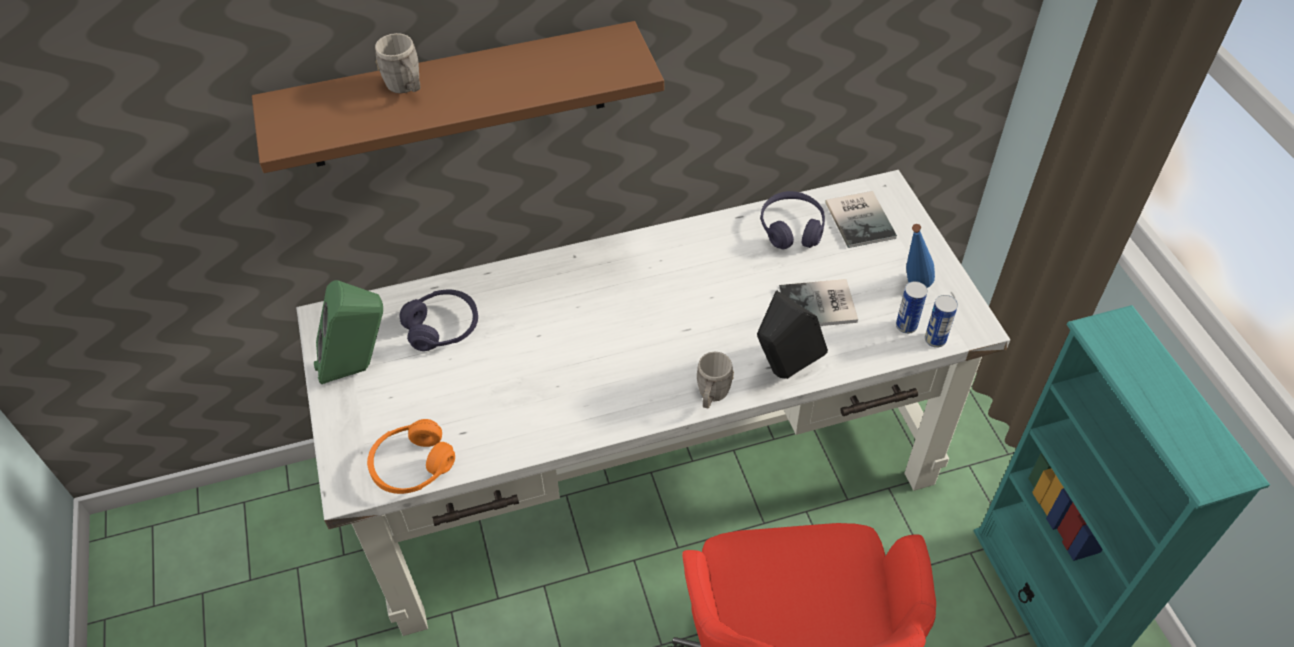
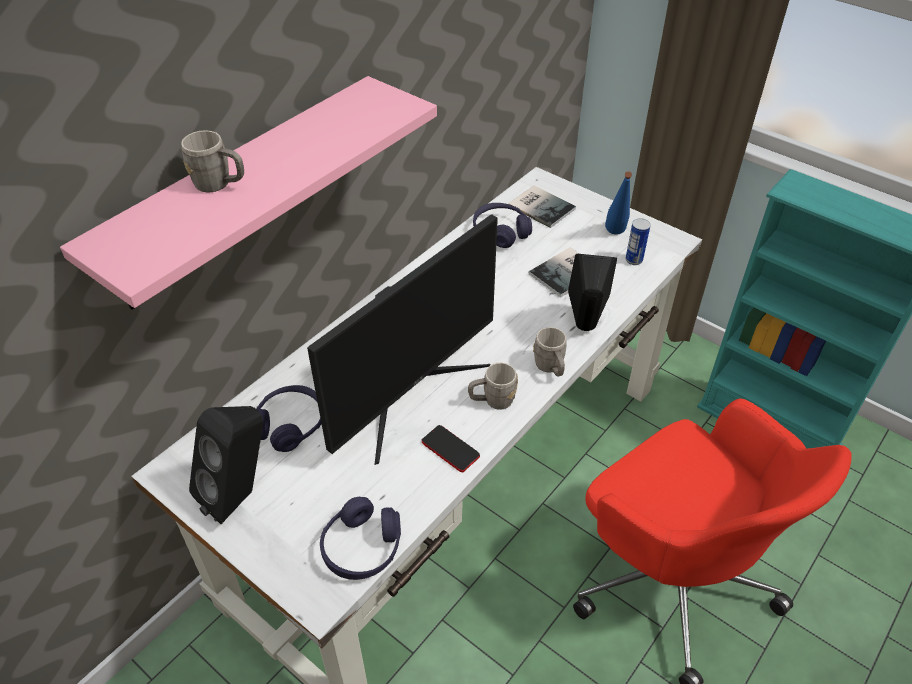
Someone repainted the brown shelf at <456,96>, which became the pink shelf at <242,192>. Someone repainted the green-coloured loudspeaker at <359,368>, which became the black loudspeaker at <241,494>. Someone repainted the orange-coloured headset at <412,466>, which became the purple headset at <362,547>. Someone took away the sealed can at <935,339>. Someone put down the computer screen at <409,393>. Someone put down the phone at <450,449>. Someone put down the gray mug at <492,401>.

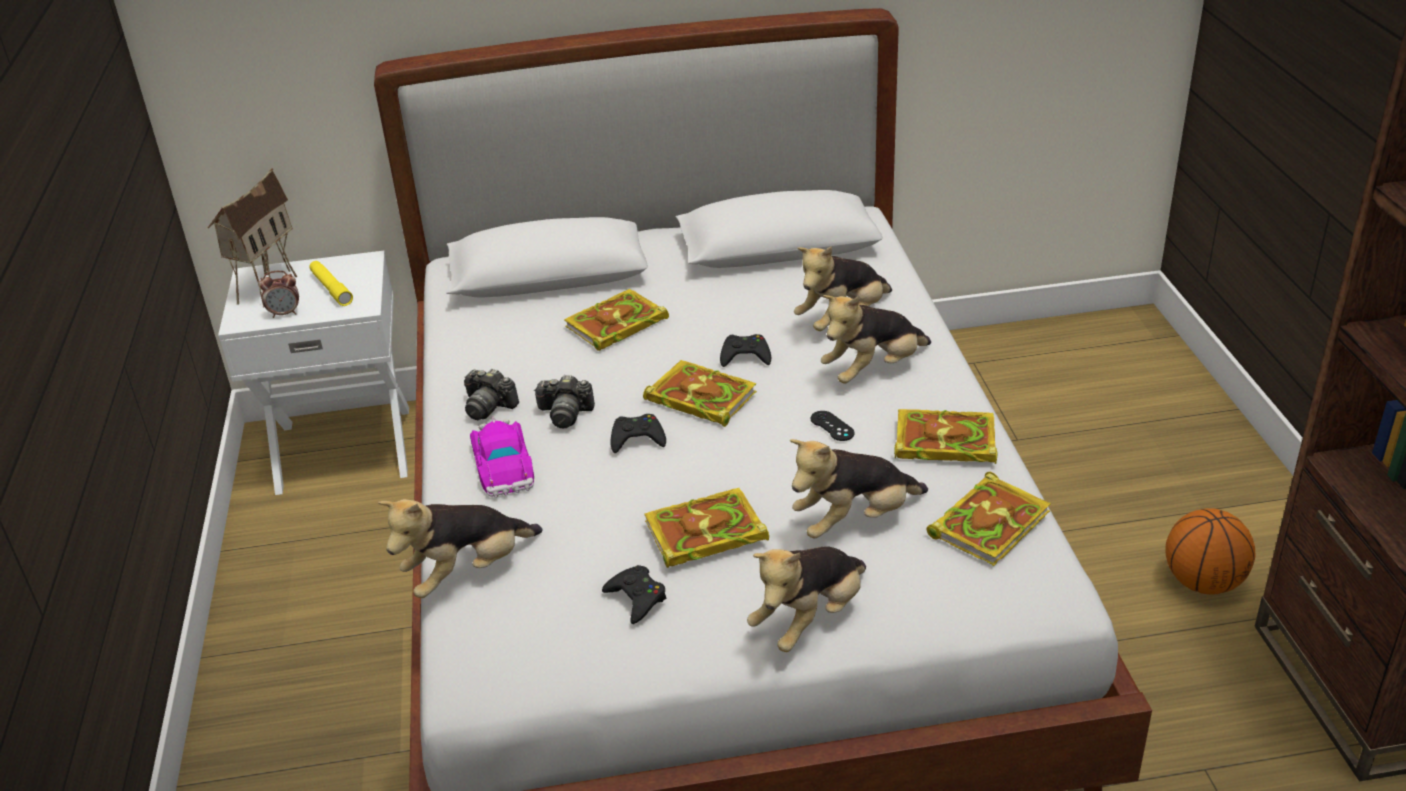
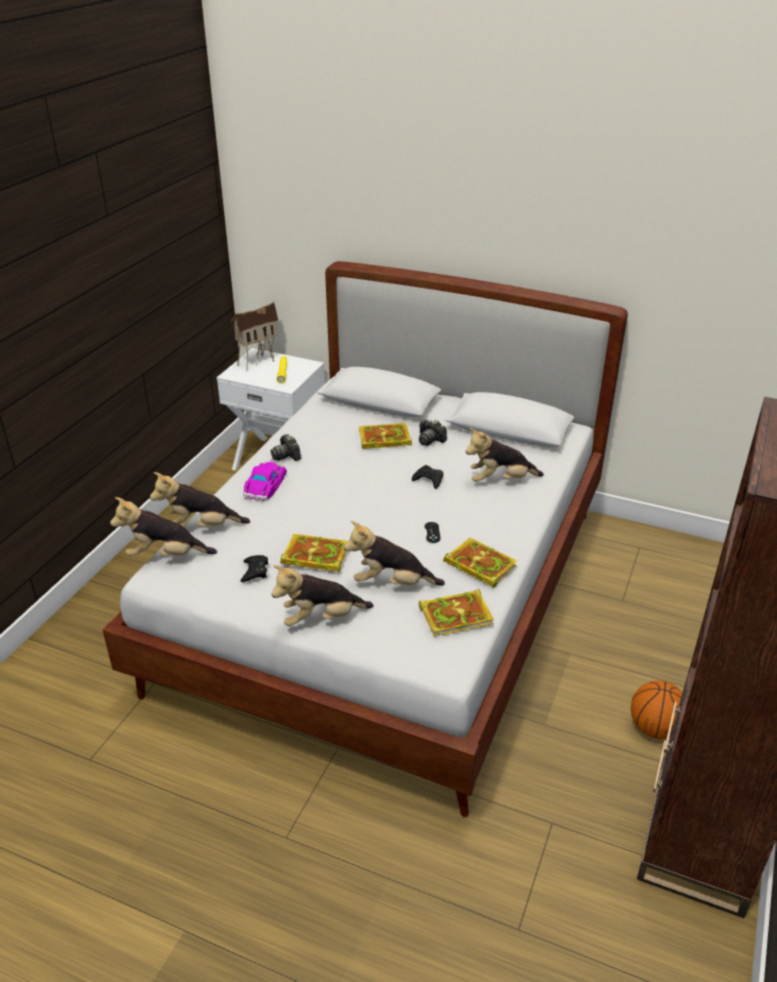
Someone took away the table clock at <285,313>. Someone carried the still camera from <565,414> to <430,439>. Someone took away the black gamepad at <637,438>. Someone took away the volume at <698,397>. Someone carried the soft toy from <873,370> to <166,555>.

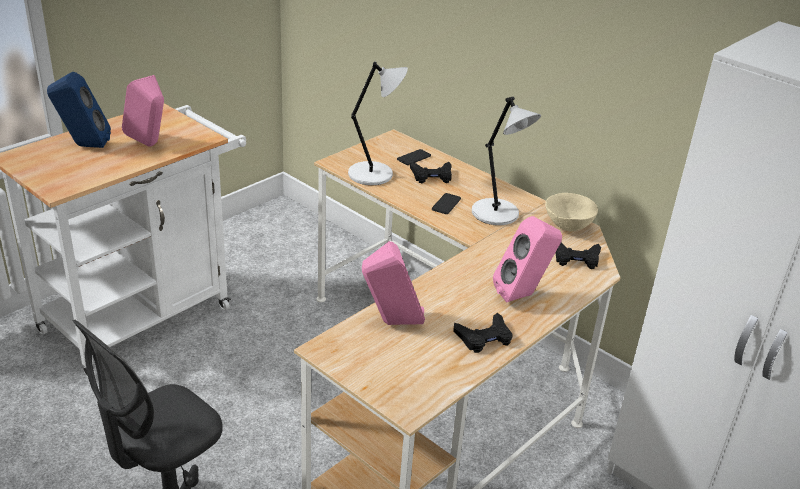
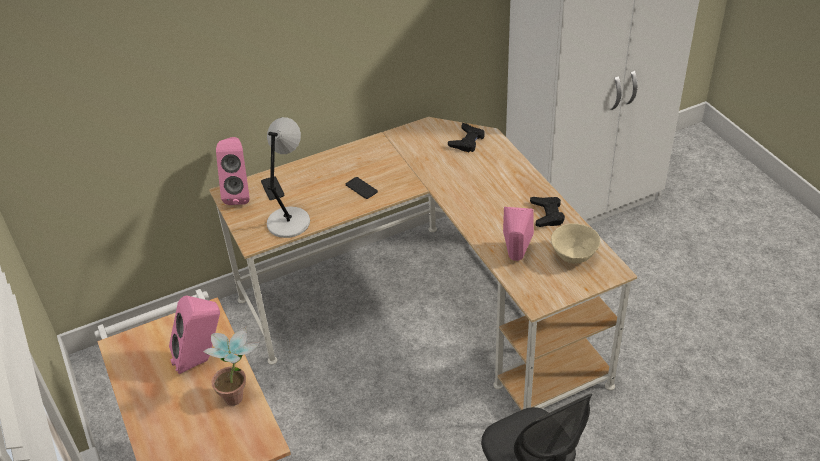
Someone took away the blue loudspeaker at <83,146>. Someone took away the black gamepad at <432,176>. Someone took away the gray table lamp at <497,214>. Someone carried the pink loudspeaker from <523,295> to <239,194>. Someone carried the beige serving bowl from <567,227> to <574,257>. Someone put down the plant in a pot at <240,395>.

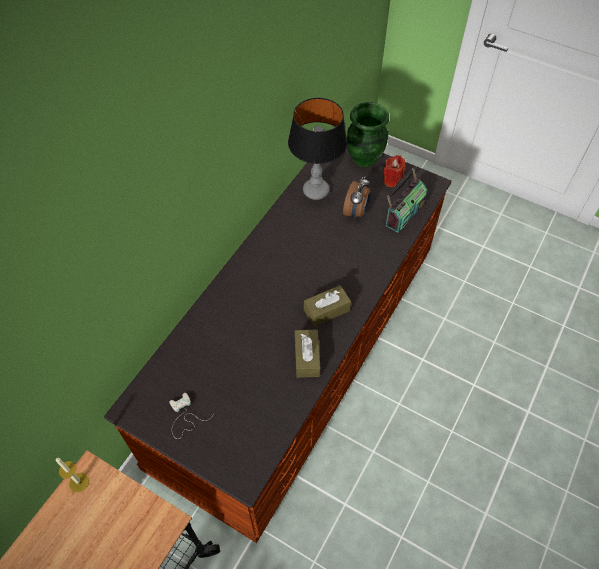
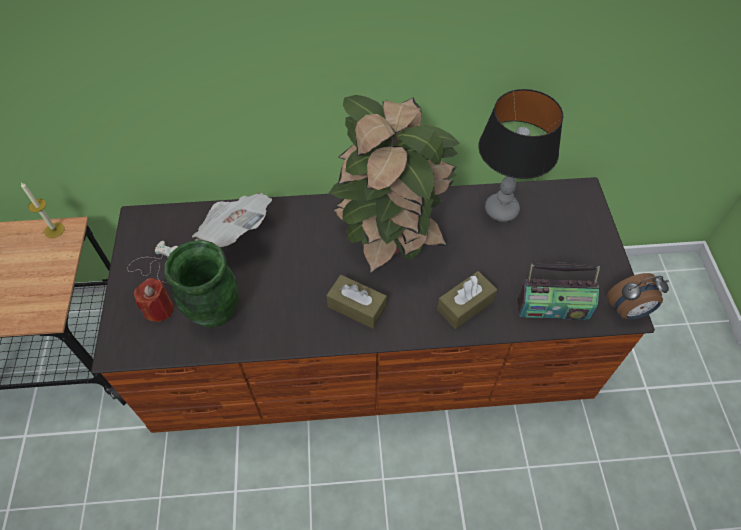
Someone carried the brown box of tissues from <307,357> to <465,305>. Someone carried the table clock from <356,212> to <628,311>. Someone carried the green-coloured vase from <364,158> to <214,311>. Someone carried the reddish candle from <392,180> to <159,309>. Someone put down the printed paper at <235,231>. Someone put down the plant in a pot at <390,236>.

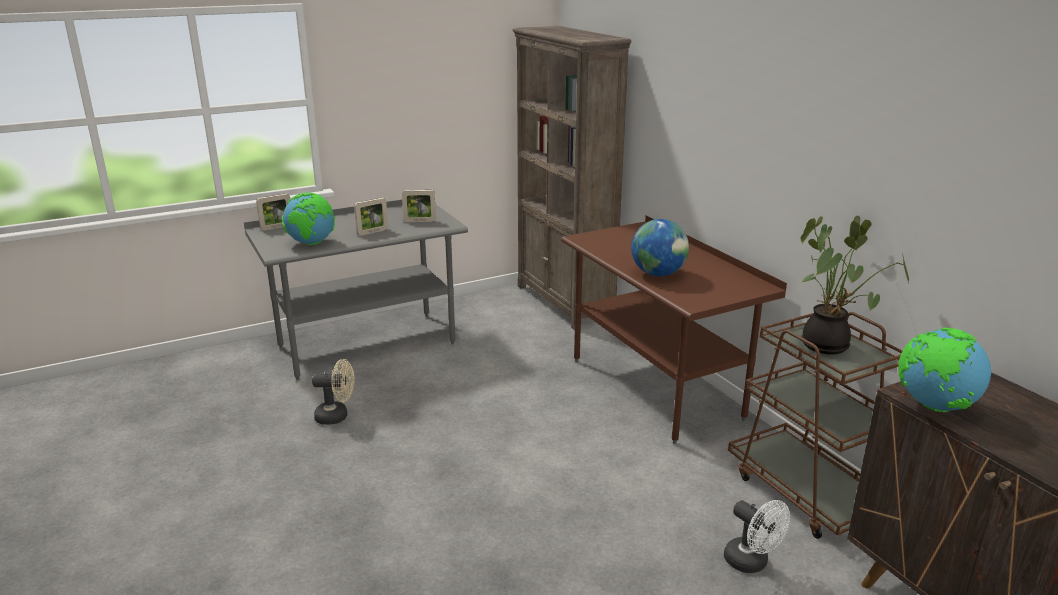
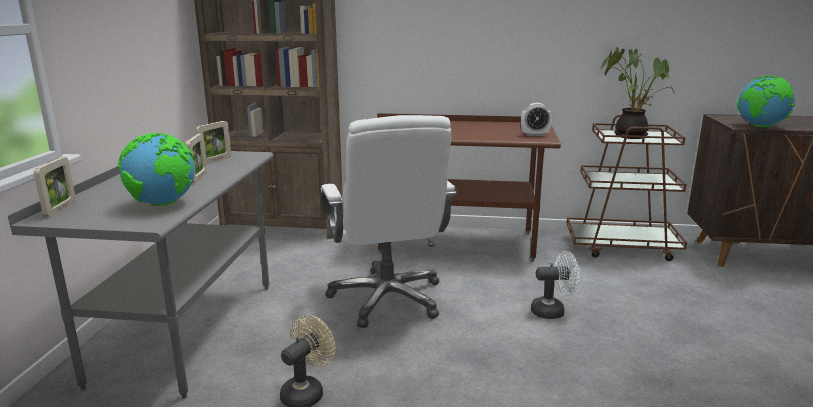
Someone took away the world globe at <658,274>. Someone carried the white fan from <751,563> to <553,311>. Someone put down the white office chair at <387,299>. Someone put down the table clock at <535,135>.

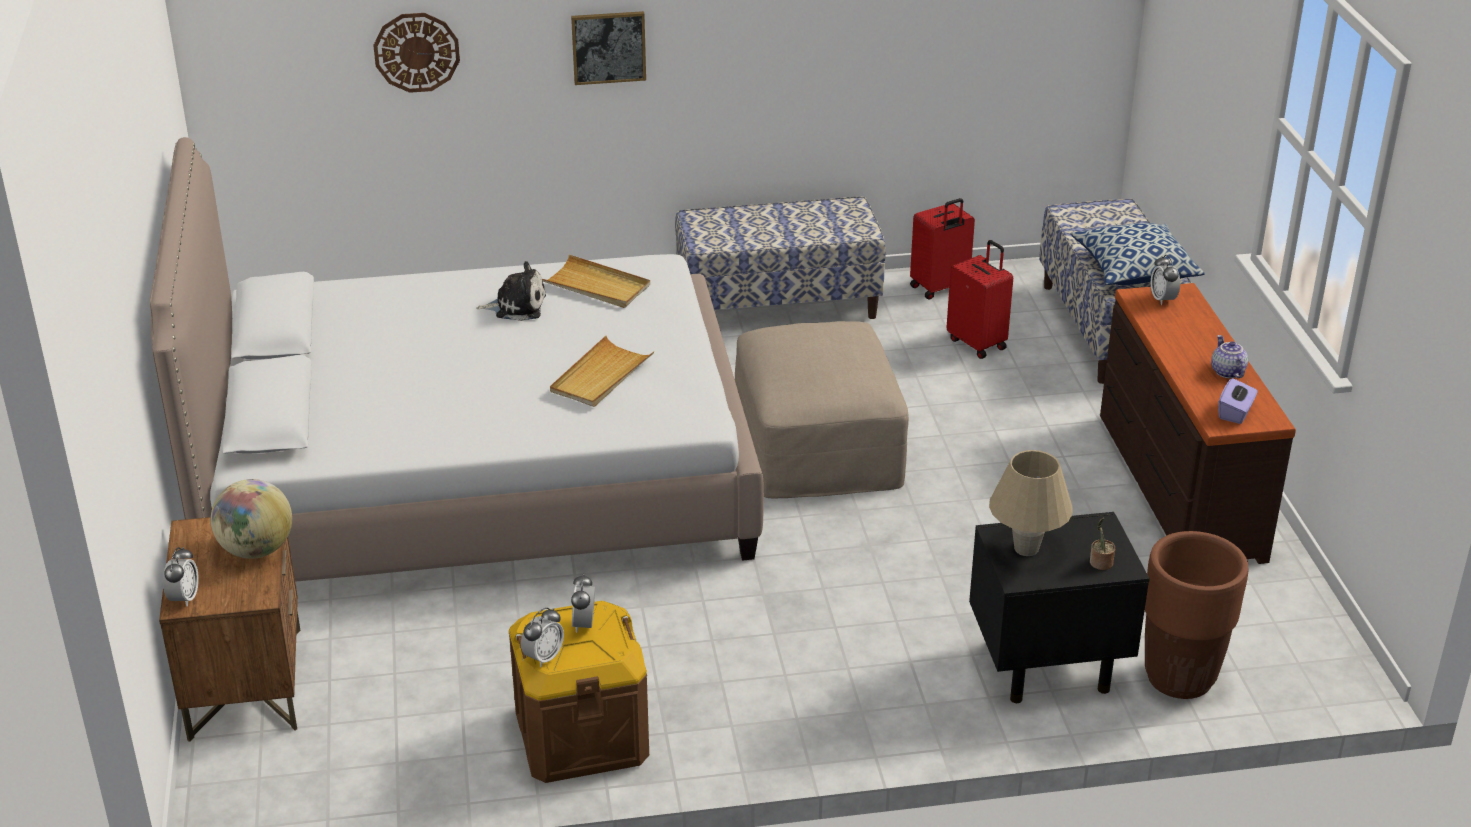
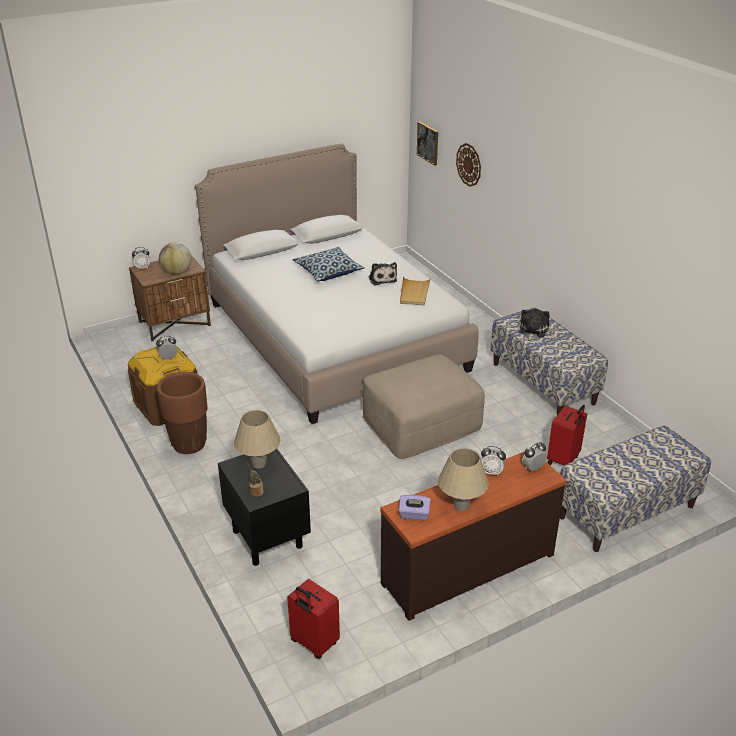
Someone carried the table clock from <543,657> to <491,472>. Someone took away the beige serving tray at <601,376>. Someone carried the wall picture from <608,47> to <428,143>. Someone carried the reddish travel case from <939,288> to <313,643>. Someone carried the throw pillow from <1134,270> to <328,272>. Someone carried the brown planter from <1179,678> to <189,444>. Someone swapped the teapot at <1226,372> for the beige table lamp at <461,506>. Someone put down the soft toy at <532,331>.

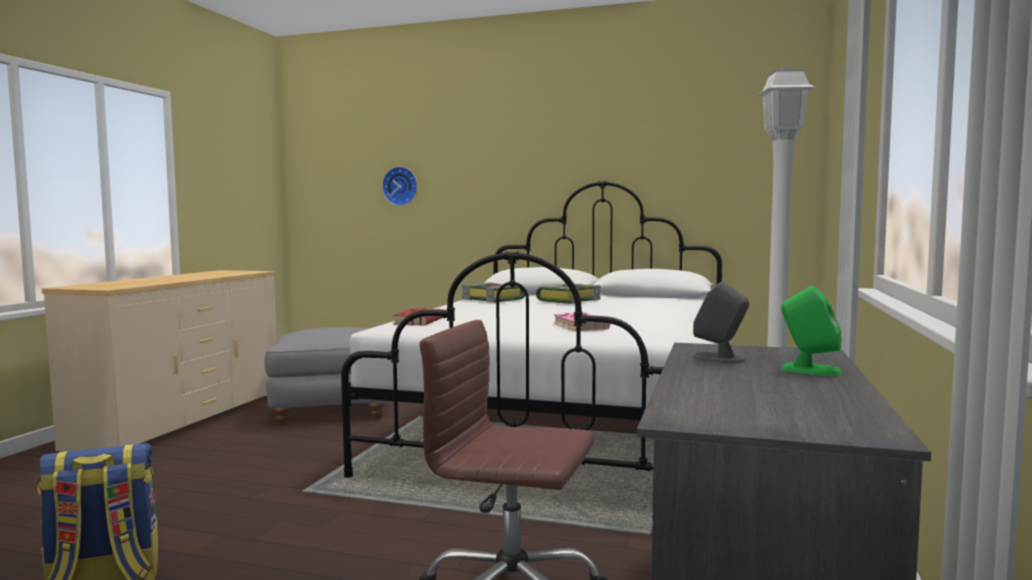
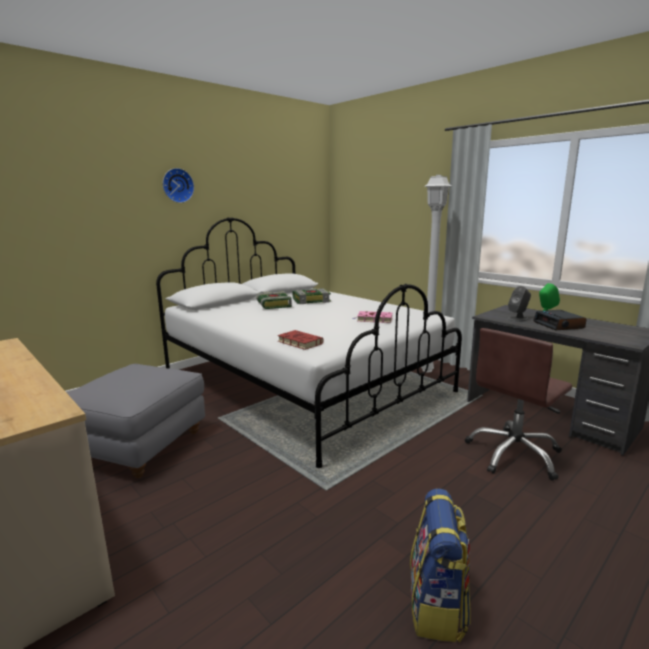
Someone carried the wall clock from <401,186> to <177,185>. Someone carried the volume from <494,300> to <311,300>. Someone put down the table clock at <559,325>.

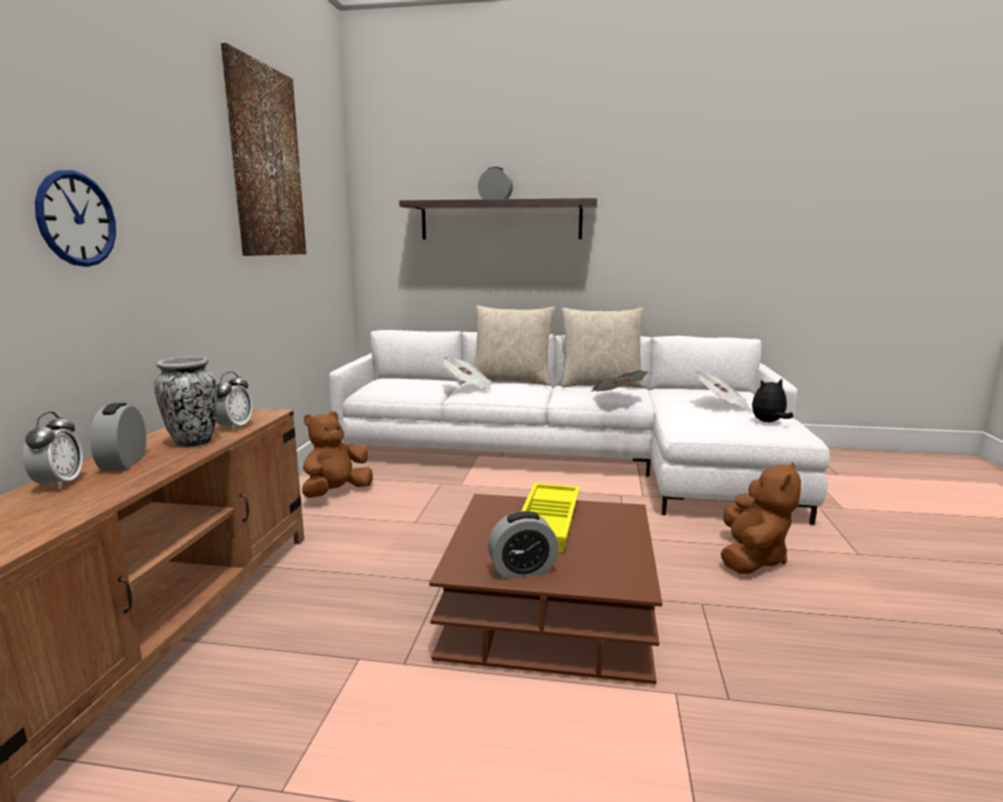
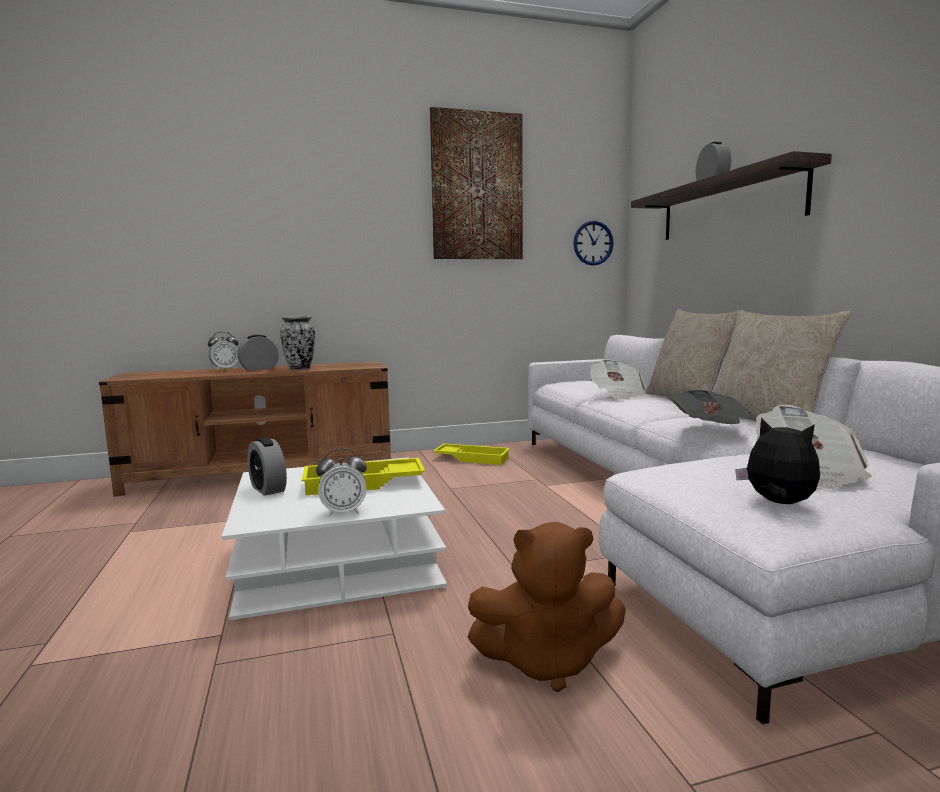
Someone carried the wall clock from <76,219> to <593,243>. Someone carried the table clock from <234,427> to <343,512>. Someone swapped the brown soft toy at <336,492> for the yellowish serving tray at <473,458>. Someone repainted the brown low table at <549,610>, which became the white low table at <337,560>.

